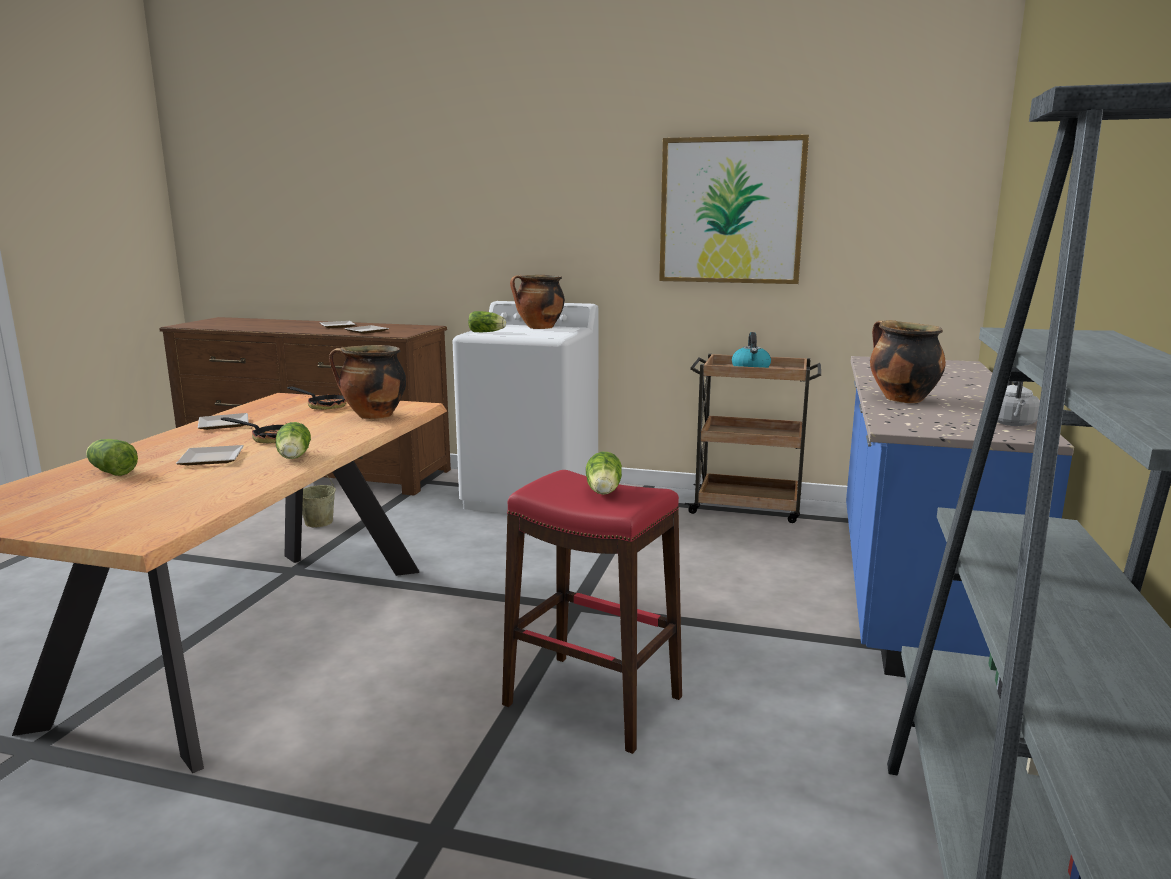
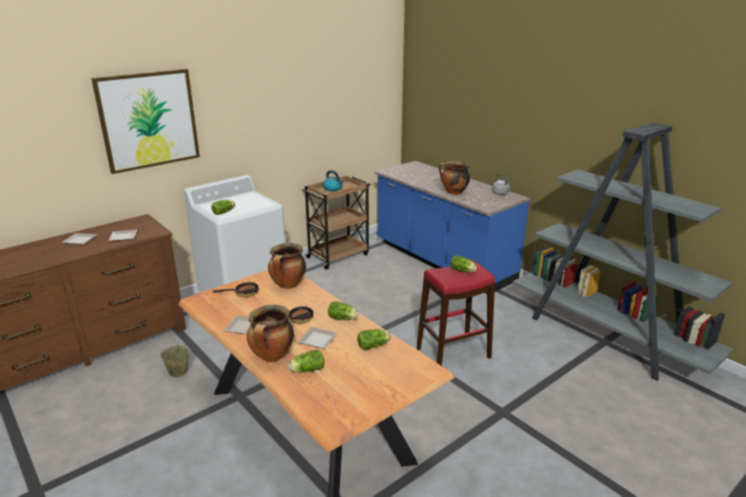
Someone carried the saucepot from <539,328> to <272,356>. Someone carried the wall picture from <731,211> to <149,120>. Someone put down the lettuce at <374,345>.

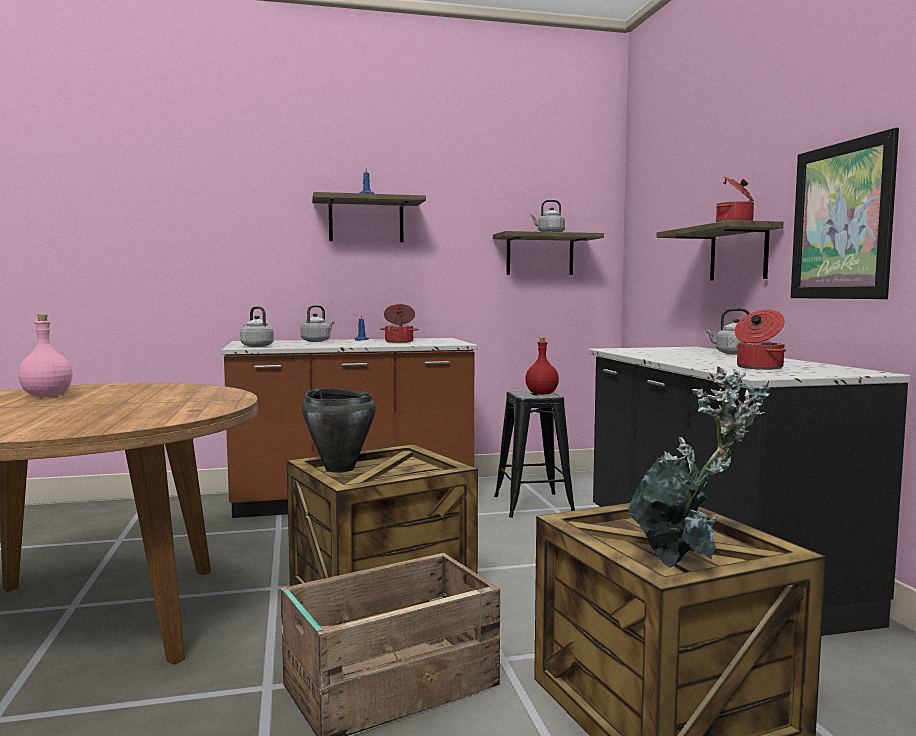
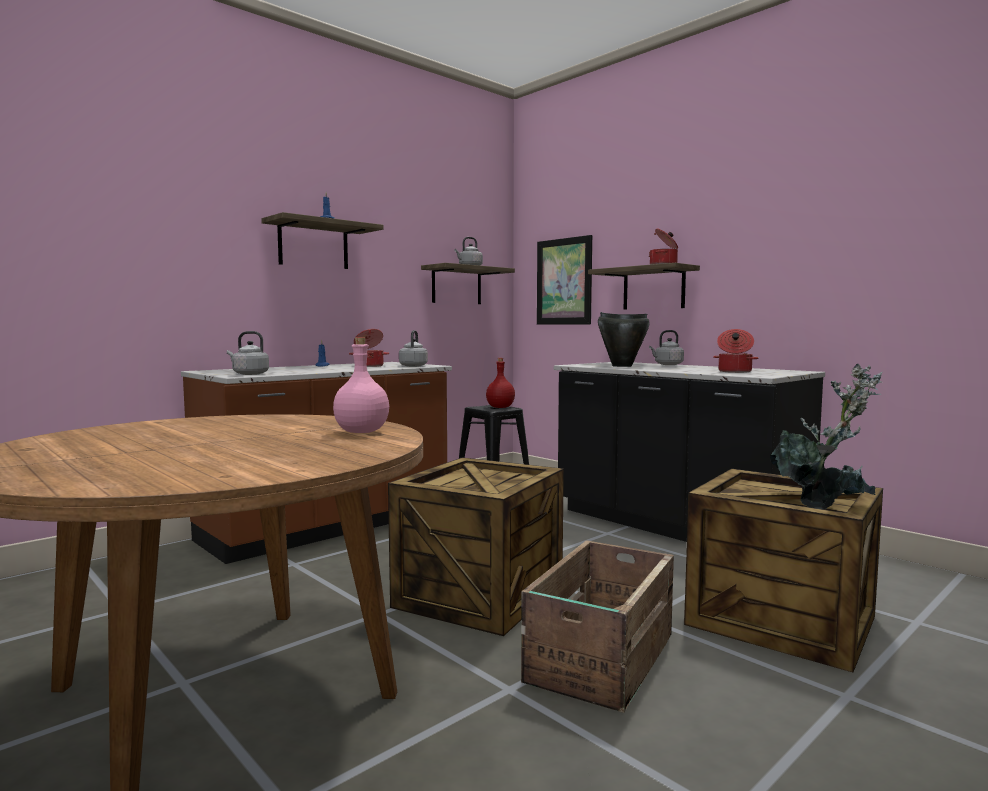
Someone carried the pink drink bottle from <48,396> to <362,432>. Someone carried the gray tea kettle from <317,341> to <414,366>. Someone carried the black saucepot from <340,469> to <621,366>. Someone carried the wall picture from <841,221> to <564,281>.

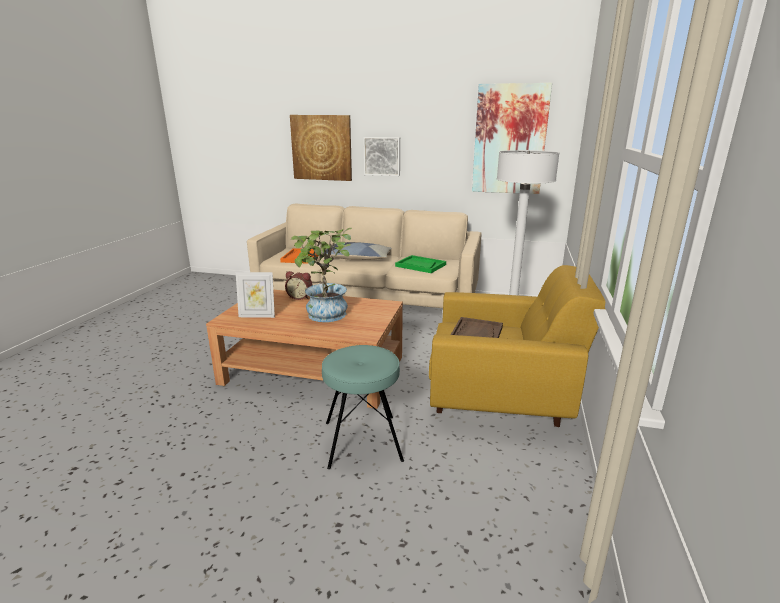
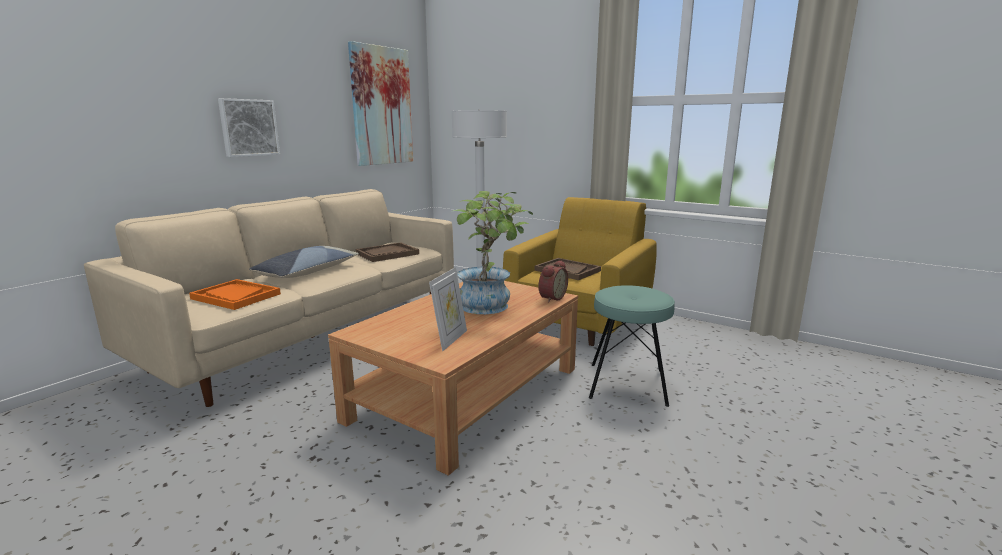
Someone carried the table clock from <300,297> to <551,298>. Someone took away the wall picture at <321,148>. Someone repainted the green-coloured serving tray at <420,265>, which became the brown serving tray at <387,254>.

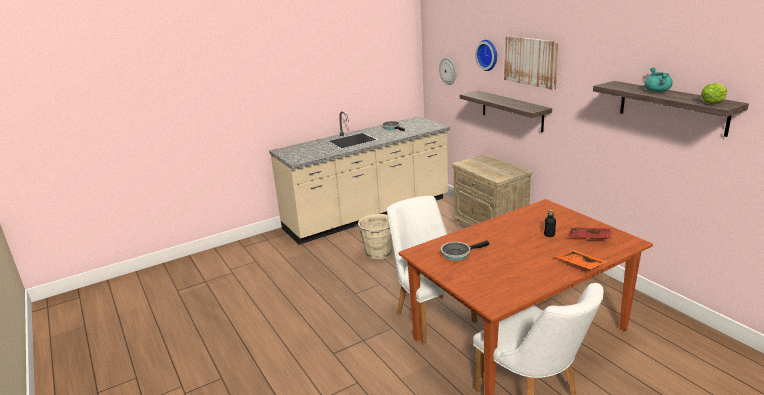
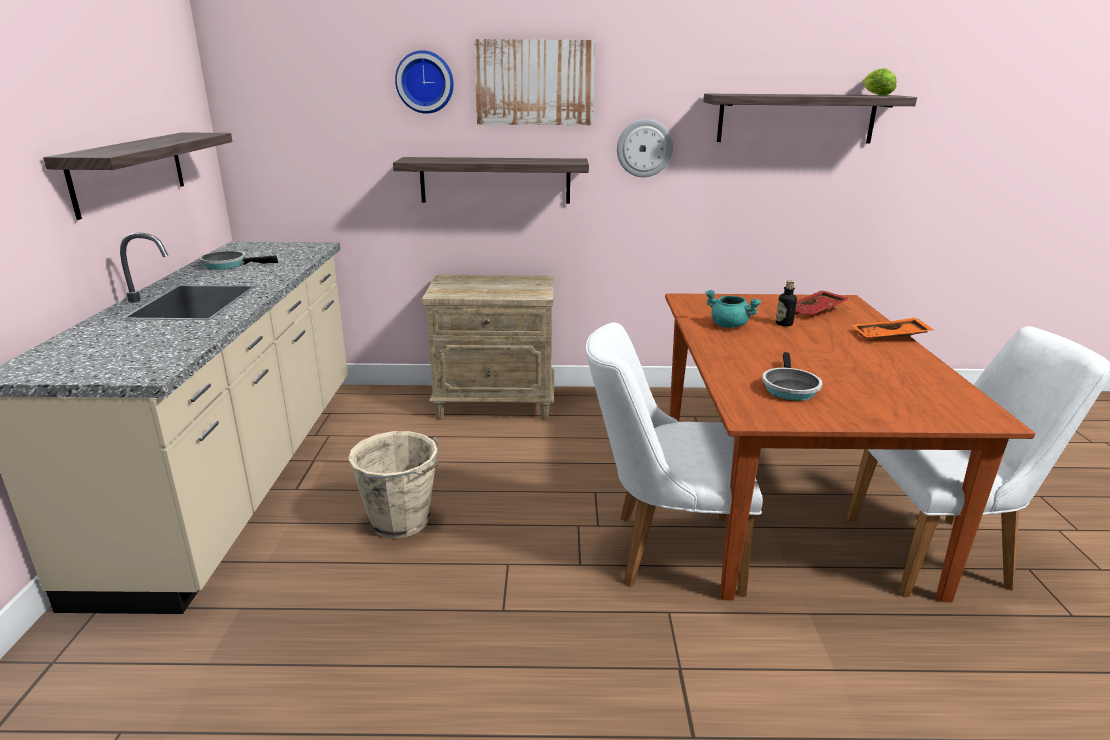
Someone carried the wall clock from <448,71> to <644,148>. Someone carried the turquoise-coloured saucepot from <657,91> to <730,325>. Someone put up the shelf at <129,172>.

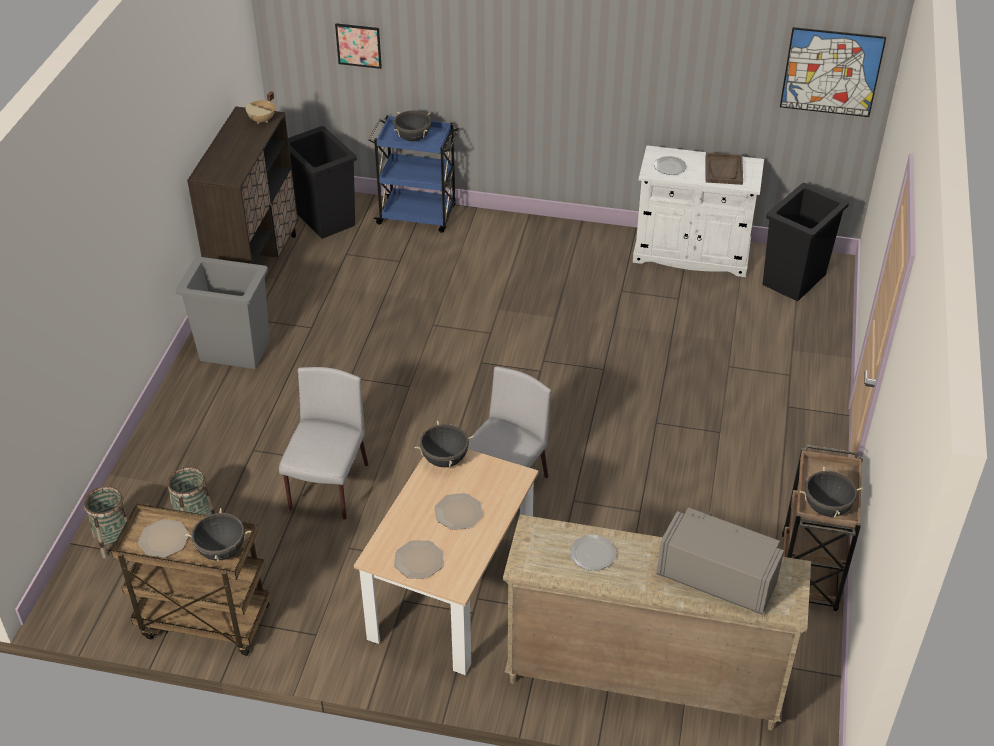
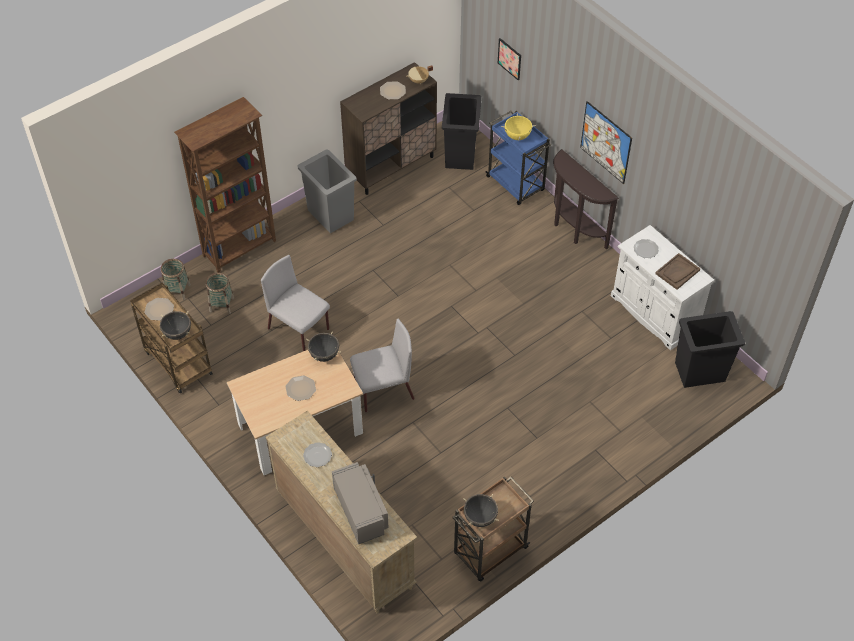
Someone rotated the gray upright chair at <328,488> by 105 degrees counterclockwise. Someone repainted the black saucepot at <413,138>, which became the yellowish saucepot at <517,136>. Someone carried the plate from <419,560> to <392,91>. Someone carried the wall picture from <831,72> to <605,142>. Someone put down the brown bookshelf at <240,248>. Someone put down the brown console table at <574,229>.

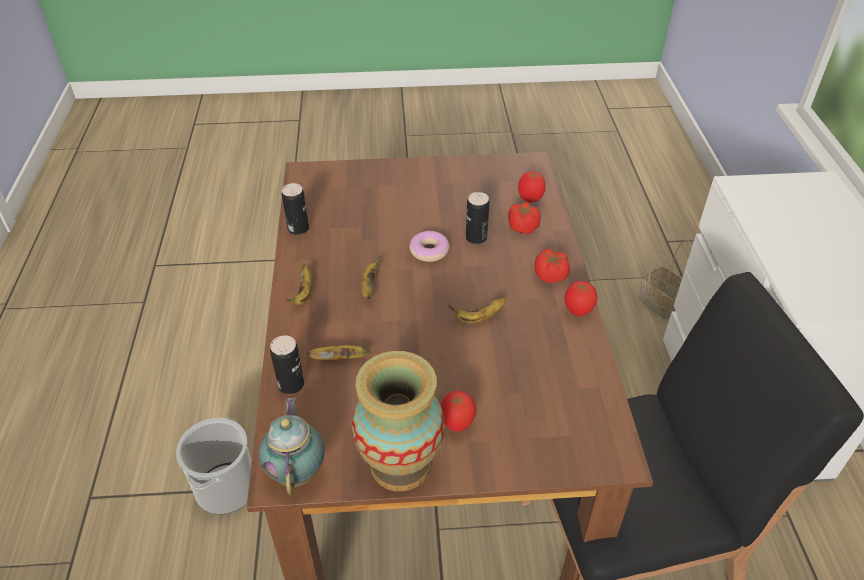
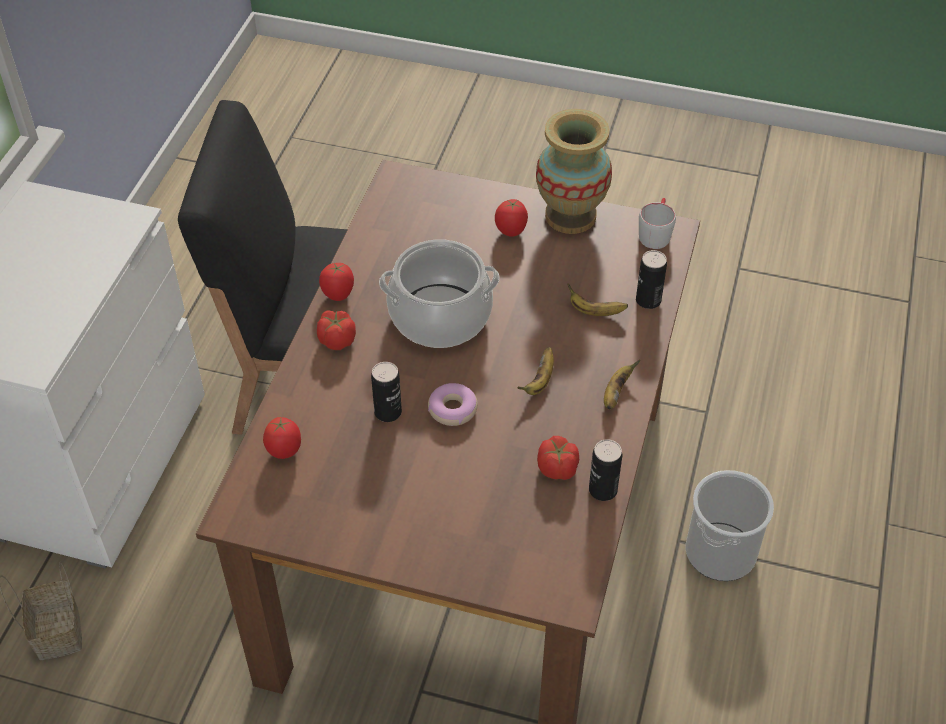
Someone swapped the teapot at <297,470> for the gray mug at <655,233>. Someone swapped the banana fruit at <479,317> for the saucepot at <440,316>. Someone carried the tomato from <522,227> to <557,468>.

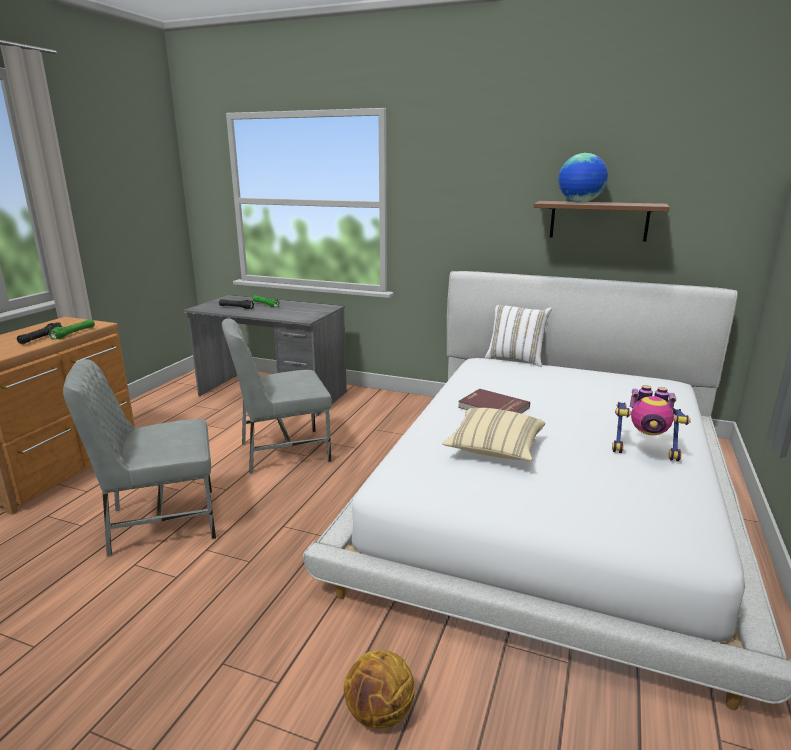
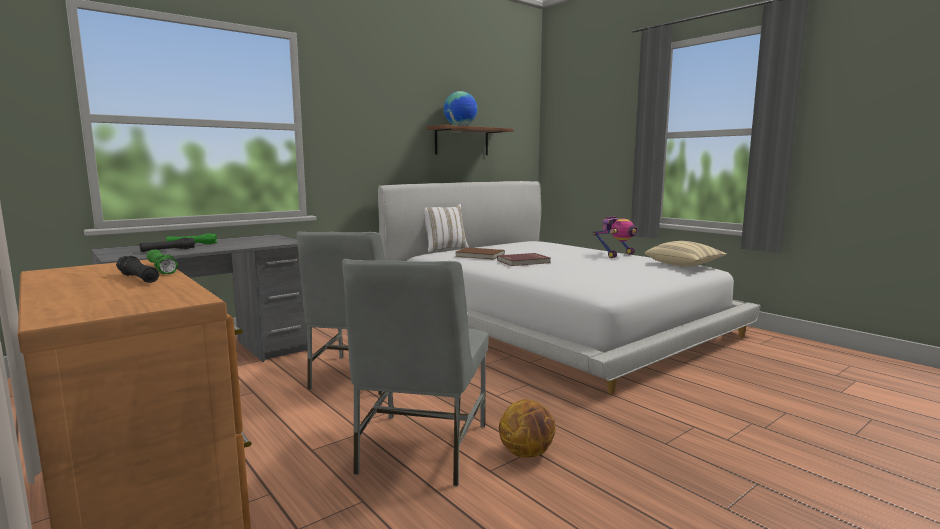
Someone carried the basketball ball from <379,713> to <527,453>. Someone carried the beige throw pillow from <494,449> to <684,265>. Someone put down the brown volume at <479,255>.

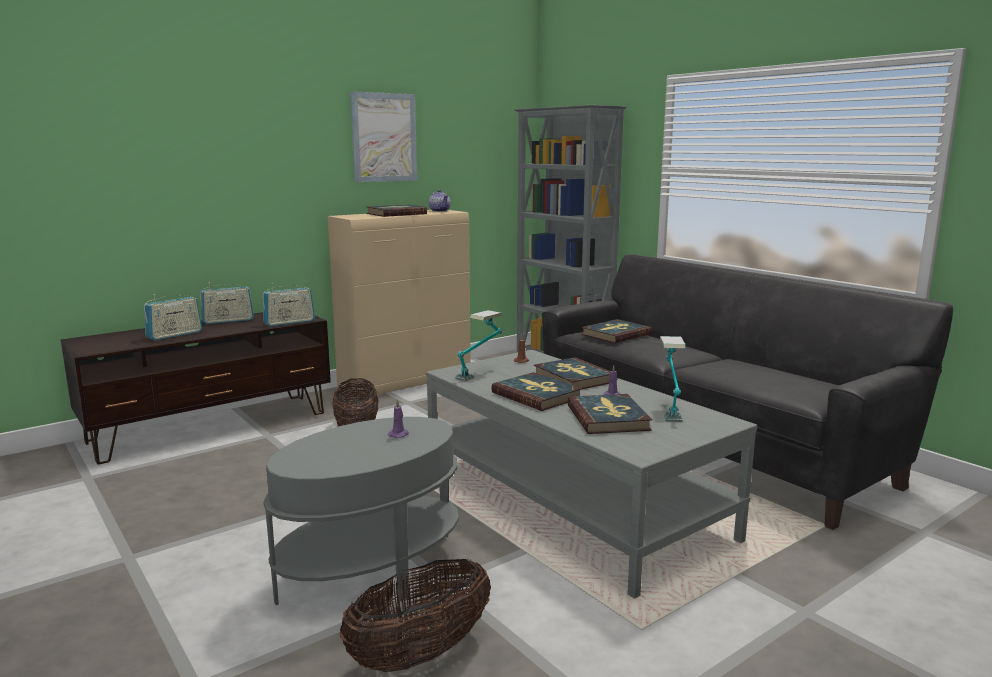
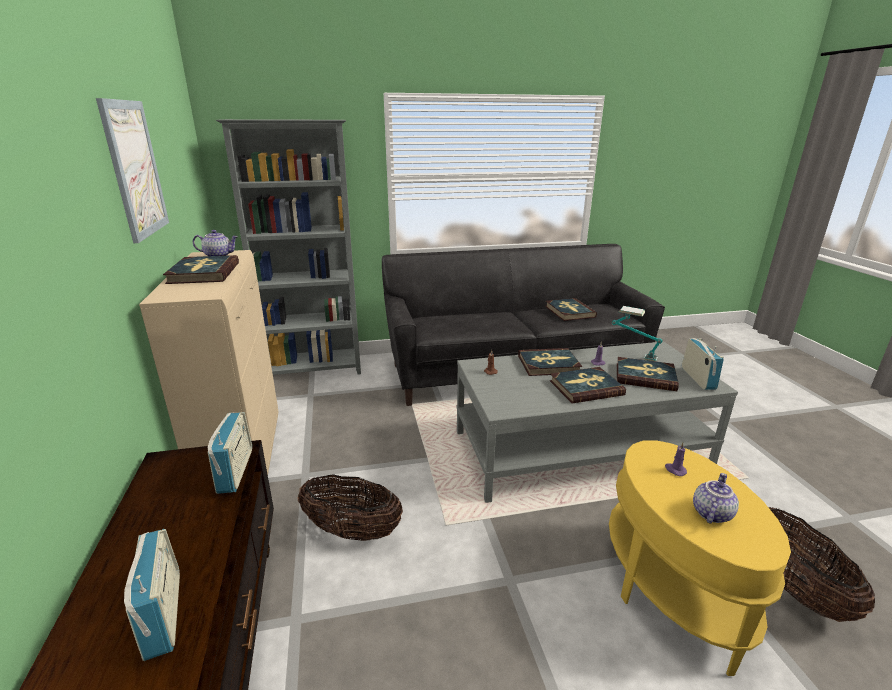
Someone carried the radio from <228,321> to <698,378>. Someone repainted the gray accent table at <370,571>, which became the yellowish accent table at <671,589>. Someone took away the table lamp at <480,373>. Someone carried the volume from <615,334> to <569,311>. Someone put down the teapot at <710,513>.

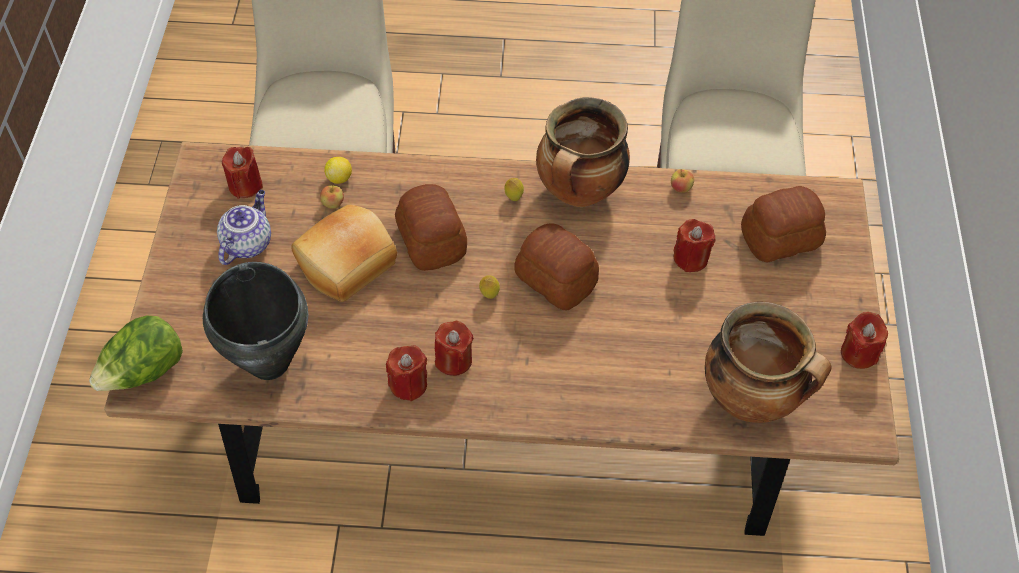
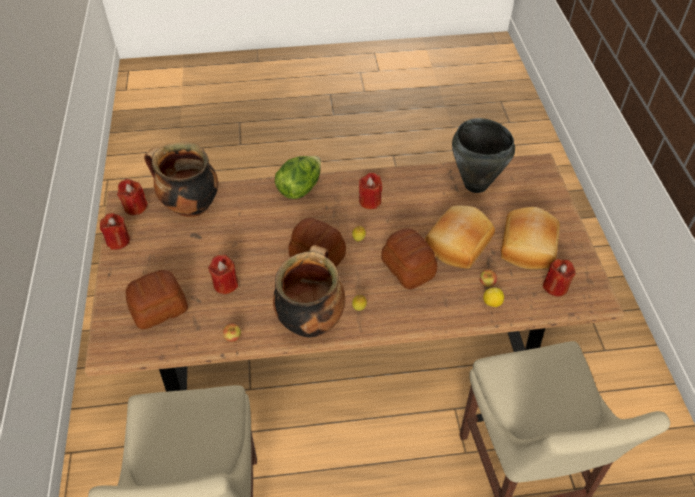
Someone carried the lettuce from <144,372> to <300,188>. Someone swapped the teapot at <247,243> for the baked bread at <529,247>. Someone carried the reddish candle from <408,384> to <135,207>.

